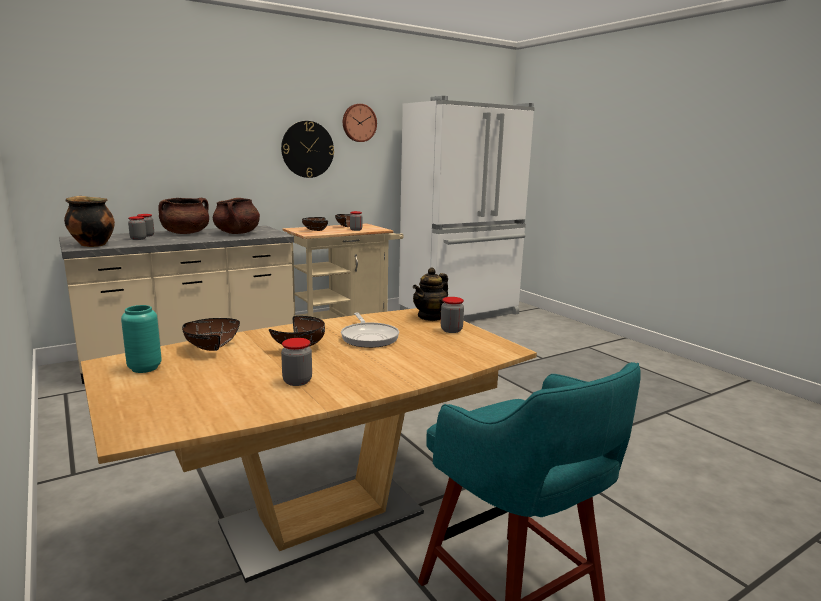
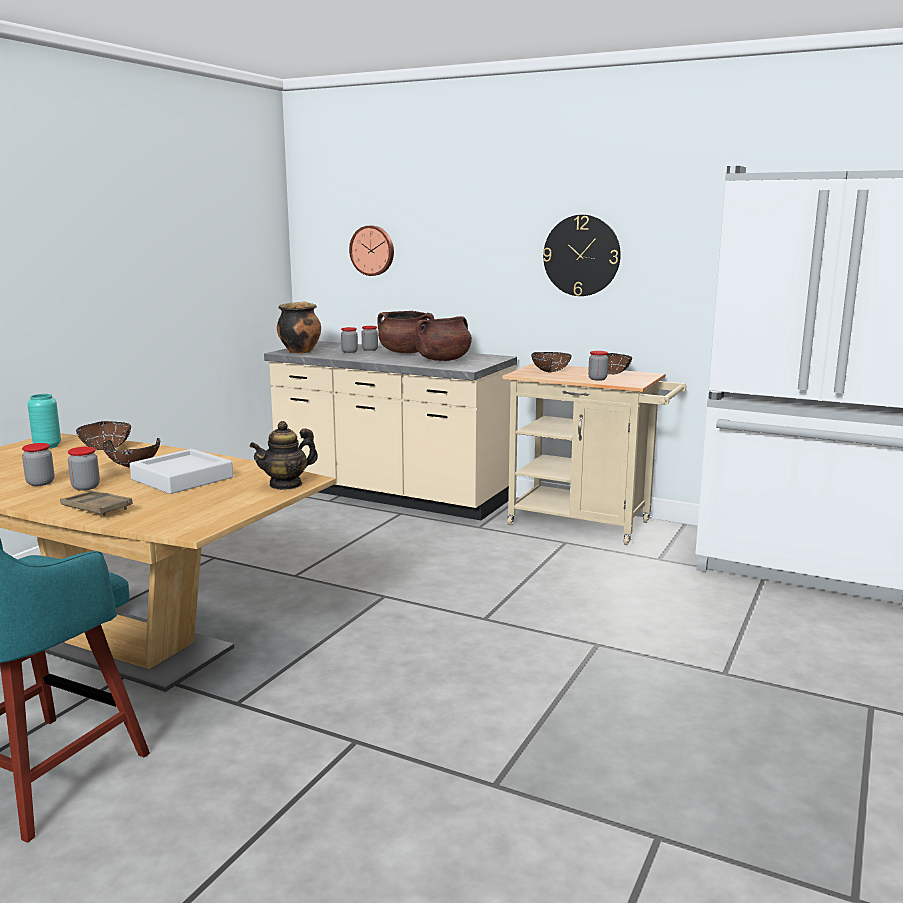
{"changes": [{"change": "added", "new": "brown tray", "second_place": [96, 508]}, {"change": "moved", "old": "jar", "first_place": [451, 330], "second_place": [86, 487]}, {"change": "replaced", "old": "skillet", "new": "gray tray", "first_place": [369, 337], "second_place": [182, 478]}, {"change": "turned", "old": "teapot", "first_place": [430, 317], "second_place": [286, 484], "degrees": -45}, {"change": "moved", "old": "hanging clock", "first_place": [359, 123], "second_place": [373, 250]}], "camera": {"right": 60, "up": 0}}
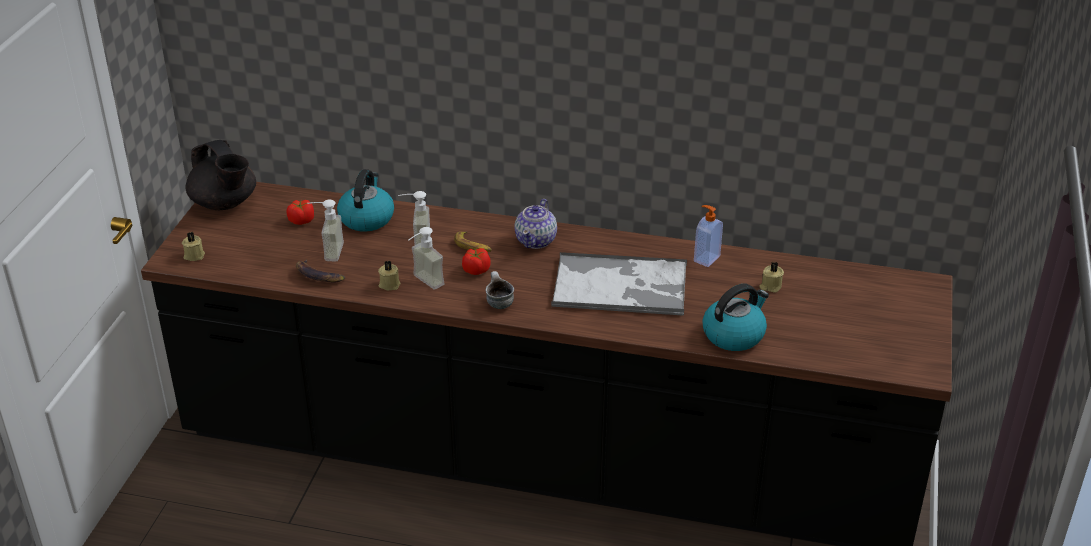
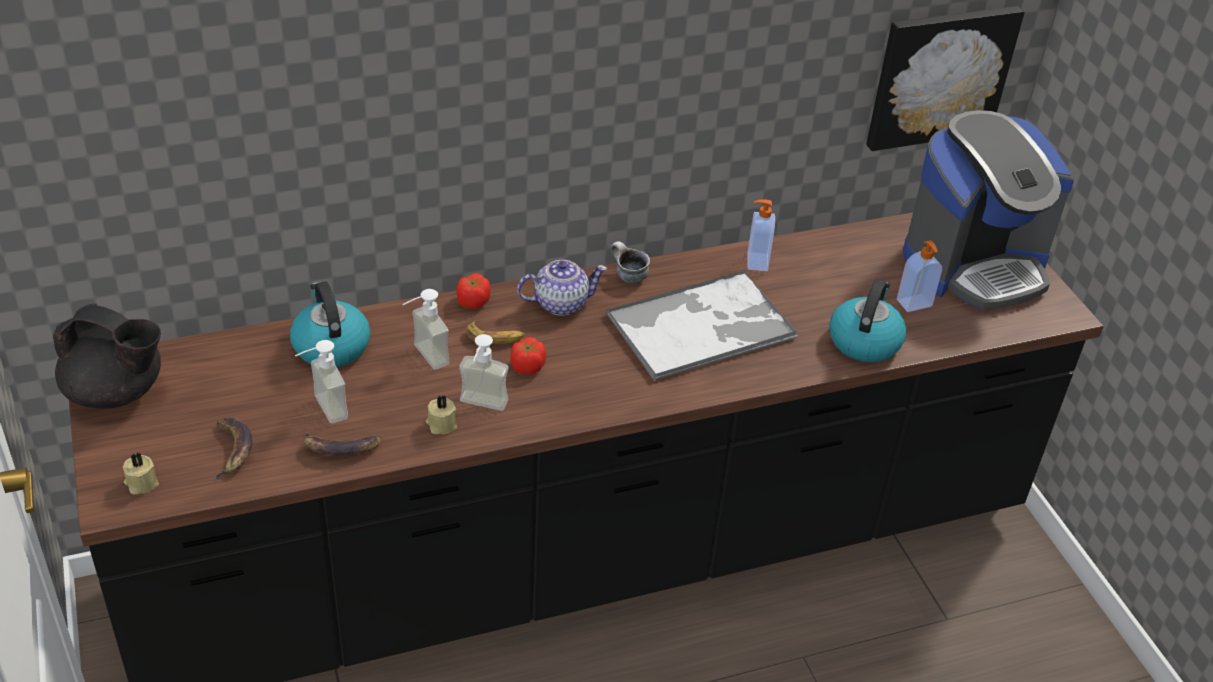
{"changes": [{"change": "added", "new": "banana fruit", "second_place": [232, 450]}, {"change": "moved", "old": "whole tomato", "first_place": [301, 221], "second_place": [473, 302]}, {"change": "turned", "old": "teapot", "first_place": [536, 240], "second_place": [560, 303], "degrees": -90}, {"change": "moved", "old": "tea mug", "first_place": [498, 302], "second_place": [627, 276]}, {"change": "added", "new": "wall picture", "second_place": [939, 75]}, {"change": "added", "new": "liquid soap bottle", "second_place": [914, 304]}, {"change": "added", "new": "coffee machine", "second_place": [975, 265]}, {"change": "removed", "old": "sand-coloured candle", "first_place": [770, 286]}], "camera": {"right": -35, "up": 5}}
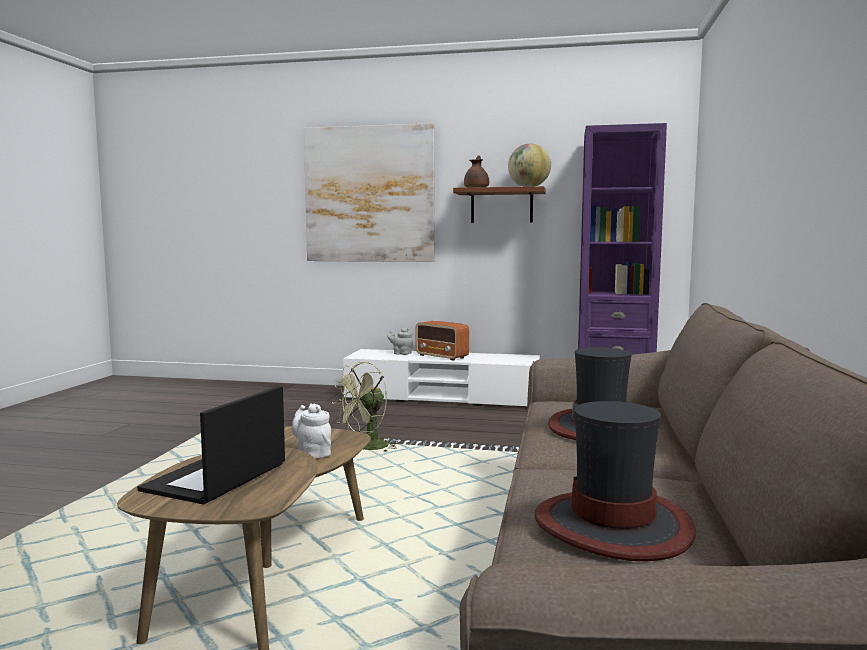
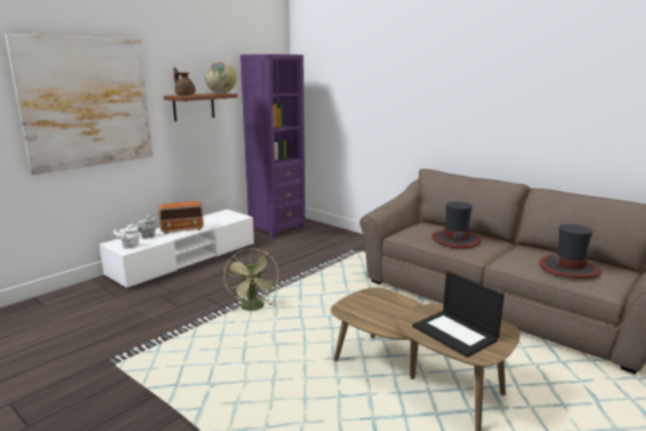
{"changes": [{"change": "moved", "old": "white teapot", "first_place": [312, 453], "second_place": [129, 246]}], "camera": {"right": -60, "up": 10}}
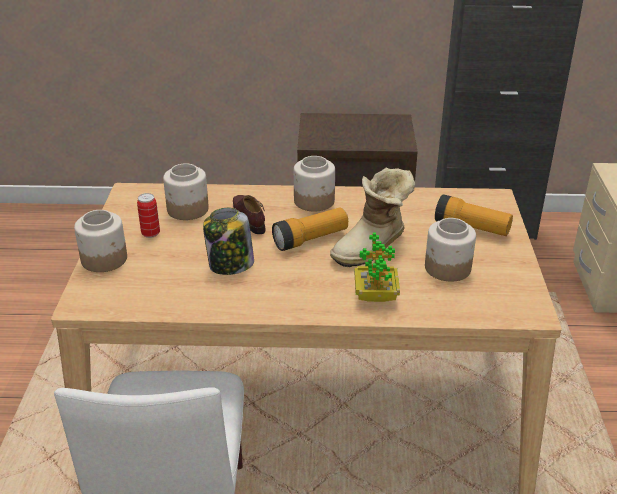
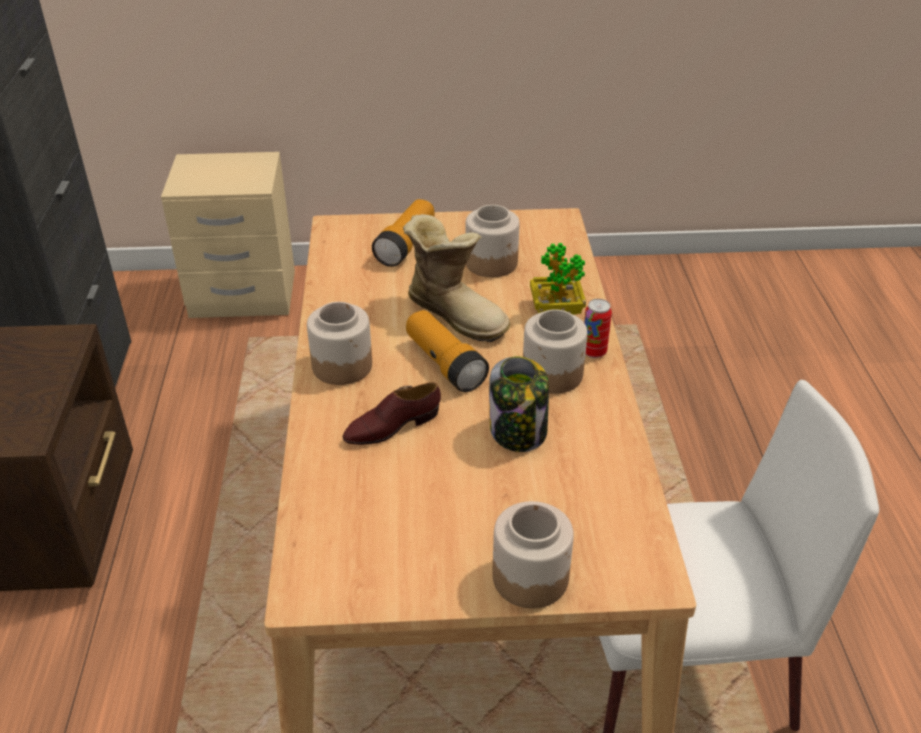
{"changes": [{"change": "moved", "old": "jar", "first_place": [187, 210], "second_place": [553, 374]}, {"change": "moved", "old": "metal can", "first_place": [150, 233], "second_place": [594, 352]}], "camera": {"right": -95, "up": 5}}
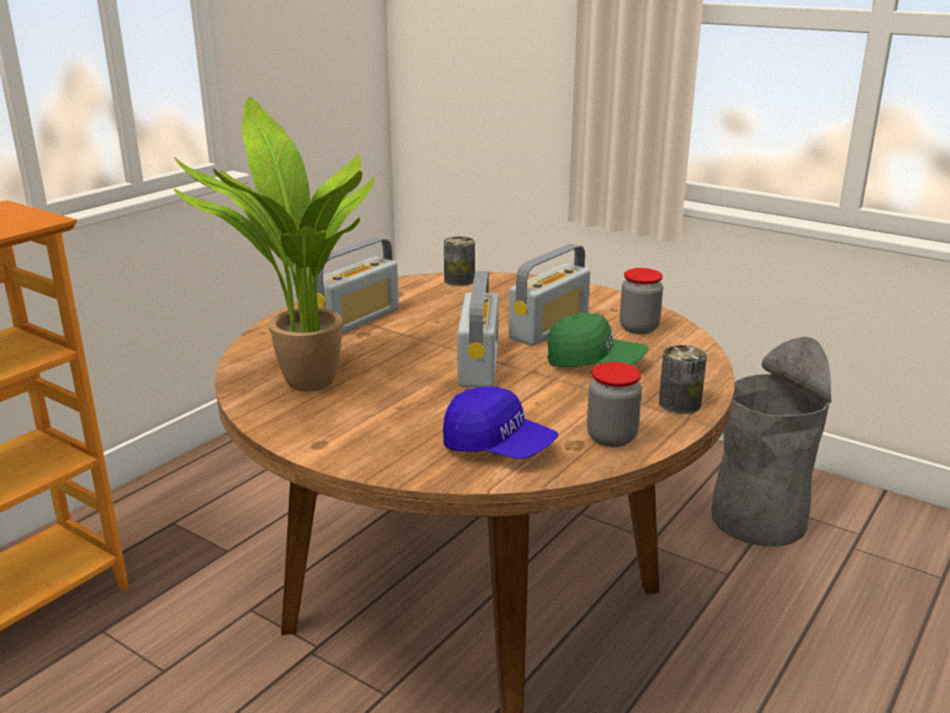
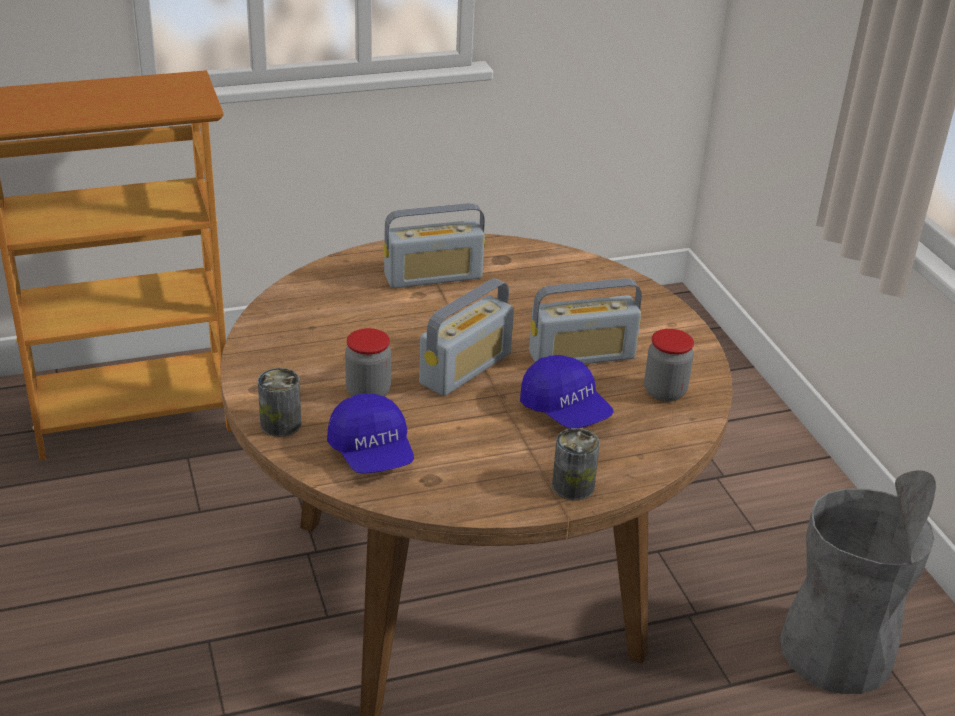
{"changes": [{"change": "moved", "old": "metal can", "first_place": [459, 280], "second_place": [280, 424]}, {"change": "moved", "old": "jar", "first_place": [611, 437], "second_place": [368, 392]}, {"change": "recoloured", "old": "green-coloured baseball cap", "new": "blue baseball cap", "first_place": [594, 363], "second_place": [565, 411]}, {"change": "removed", "old": "houseplant", "first_place": [301, 384]}], "camera": {"right": 35, "up": 10}}
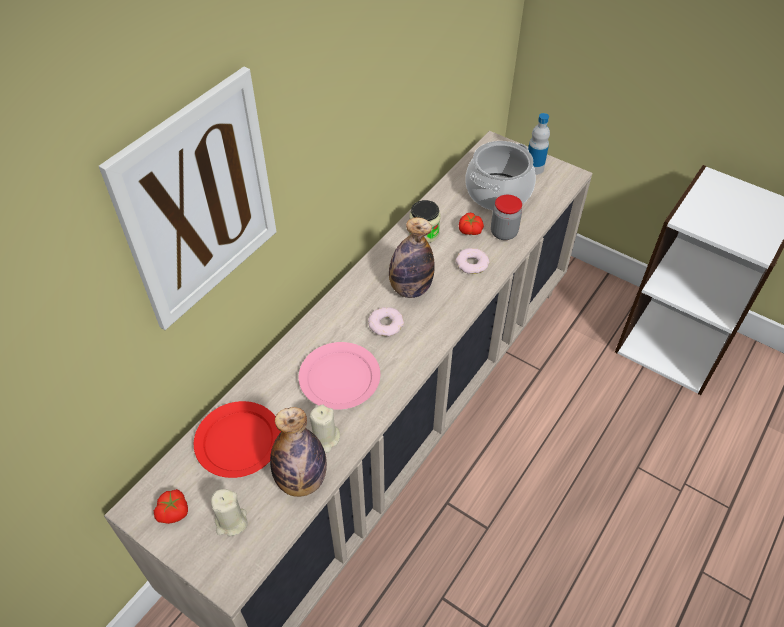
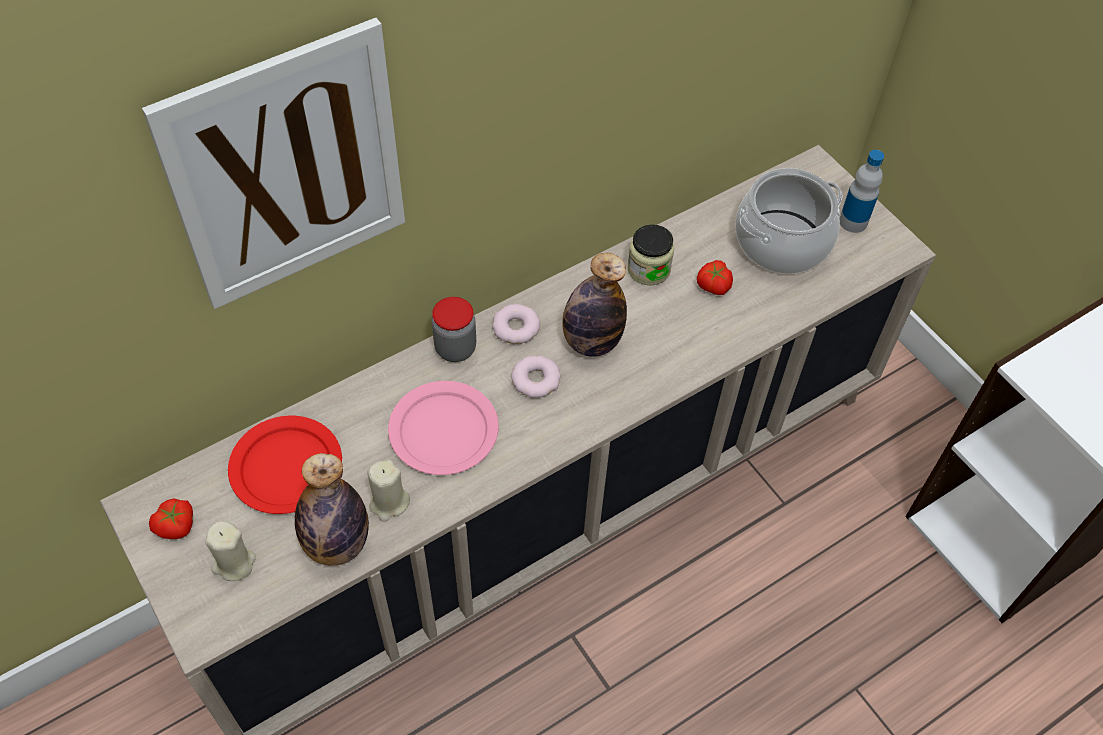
{"changes": [{"change": "moved", "old": "jar", "first_place": [503, 233], "second_place": [455, 348]}, {"change": "moved", "old": "donut", "first_place": [472, 264], "second_place": [516, 328]}], "camera": {"right": 20, "up": 5}}
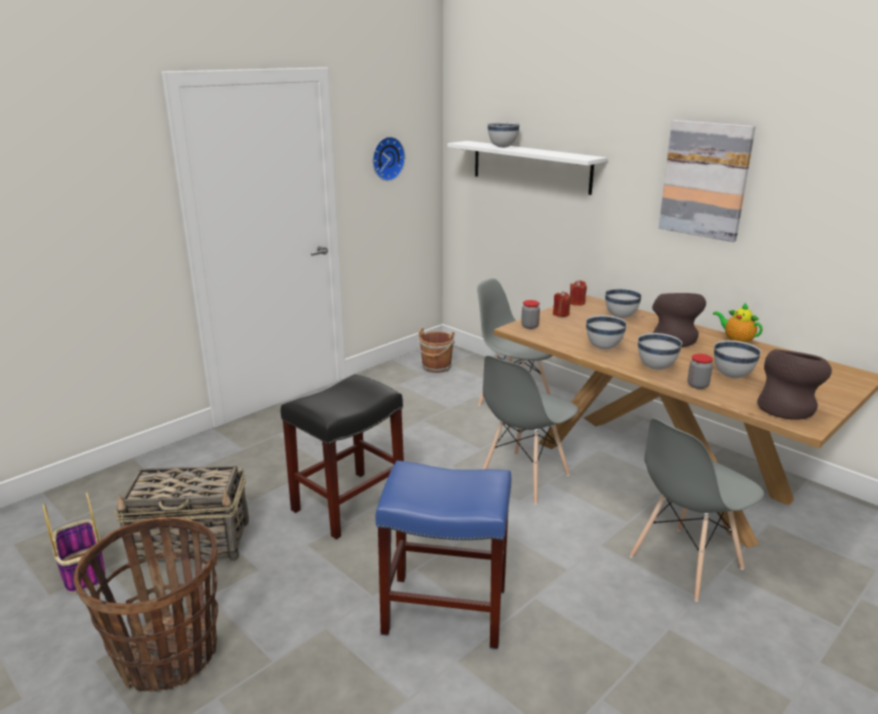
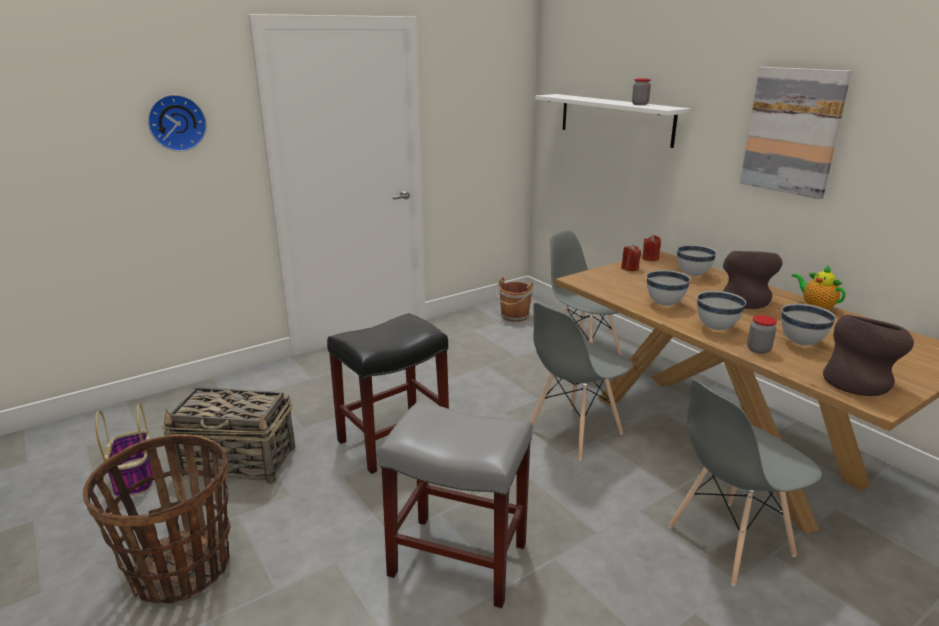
{"changes": [{"change": "moved", "old": "hanging clock", "first_place": [386, 158], "second_place": [176, 122]}, {"change": "recoloured", "old": "blue stool seat", "new": "gray stool seat", "first_place": [443, 611], "second_place": [456, 560]}, {"change": "moved", "old": "jar", "first_place": [529, 326], "second_place": [640, 104]}, {"change": "removed", "old": "white serving bowl", "first_place": [502, 147]}], "camera": {"right": 10, "up": 0}}
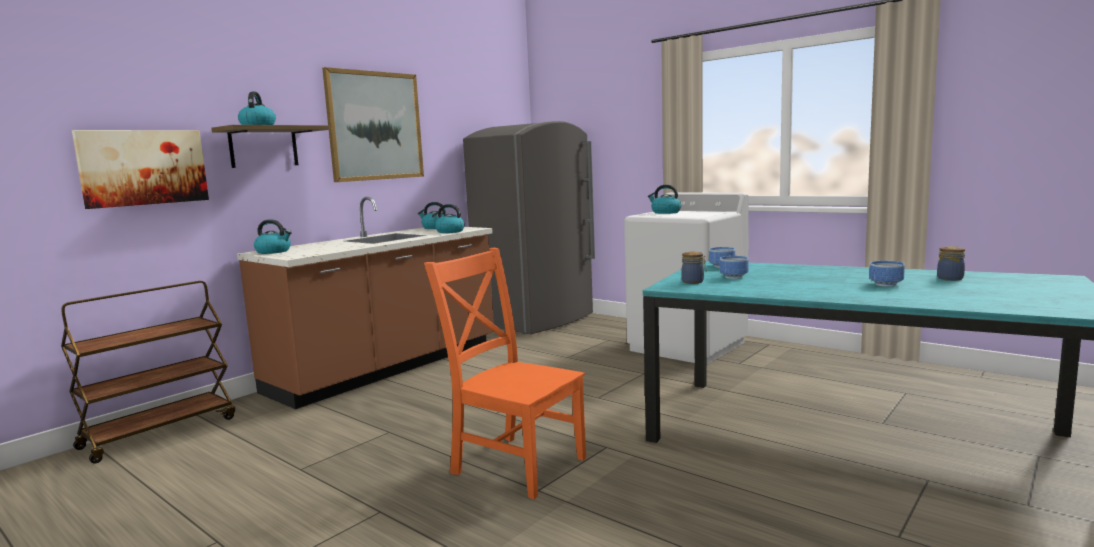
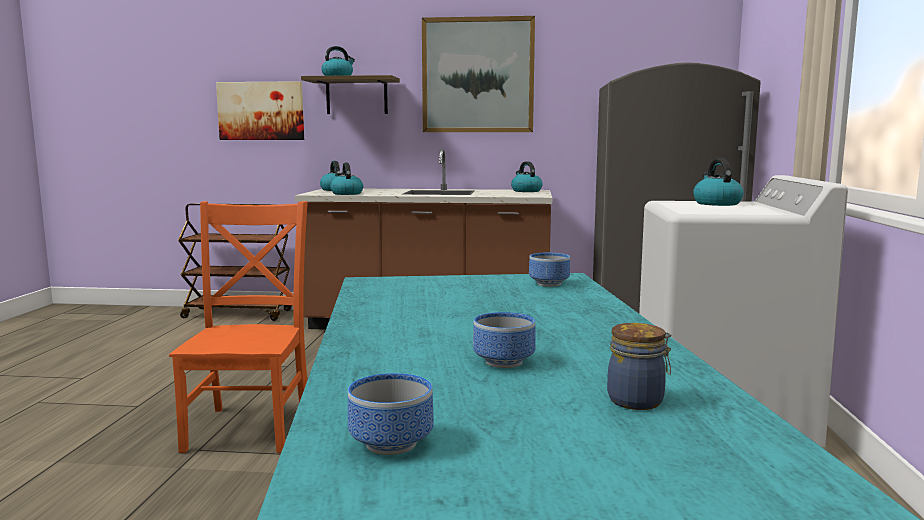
{"changes": [{"change": "moved", "old": "kettle", "first_place": [449, 231], "second_place": [346, 193]}, {"change": "moved", "old": "serving bowl", "first_place": [733, 277], "second_place": [394, 442]}, {"change": "removed", "old": "jar", "first_place": [693, 282]}], "camera": {"right": 55, "up": 0}}
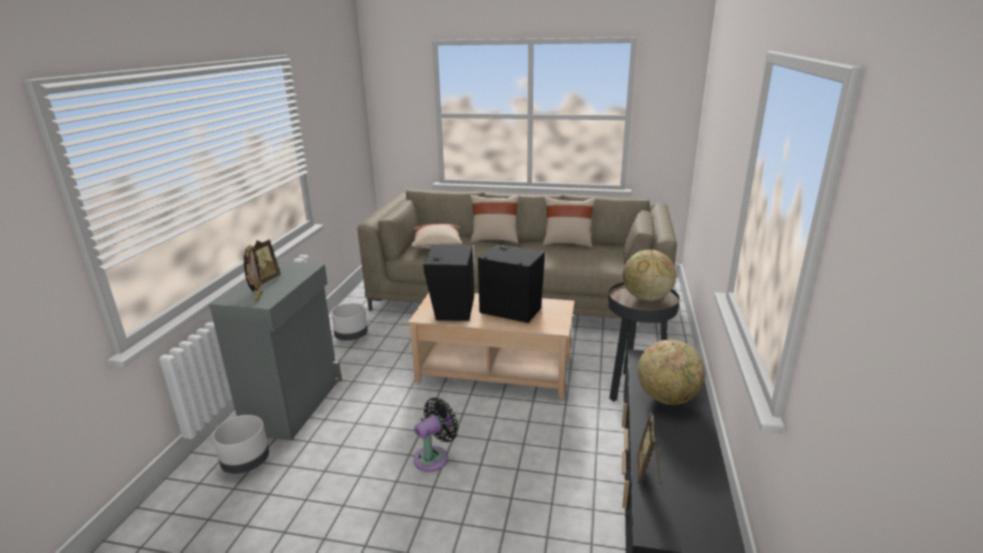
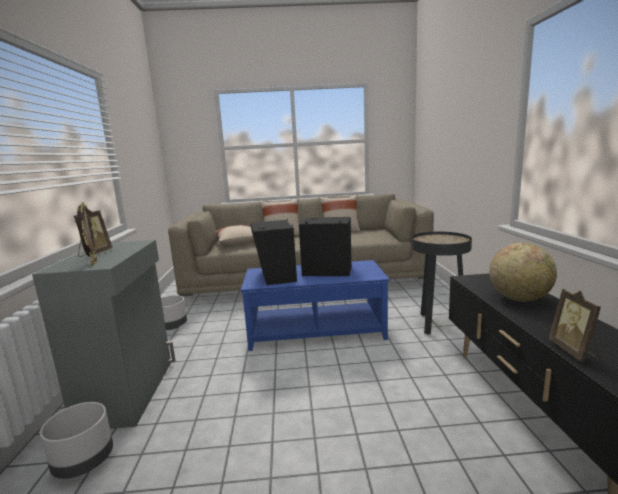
{"changes": [{"change": "recoloured", "old": "sand-coloured coffee table", "new": "blue coffee table", "first_place": [495, 369], "second_place": [316, 329]}, {"change": "removed", "old": "black-coloured cooling fan", "first_place": [434, 457]}, {"change": "removed", "old": "globe", "first_place": [646, 298]}], "camera": {"right": -15, "up": -10}}
